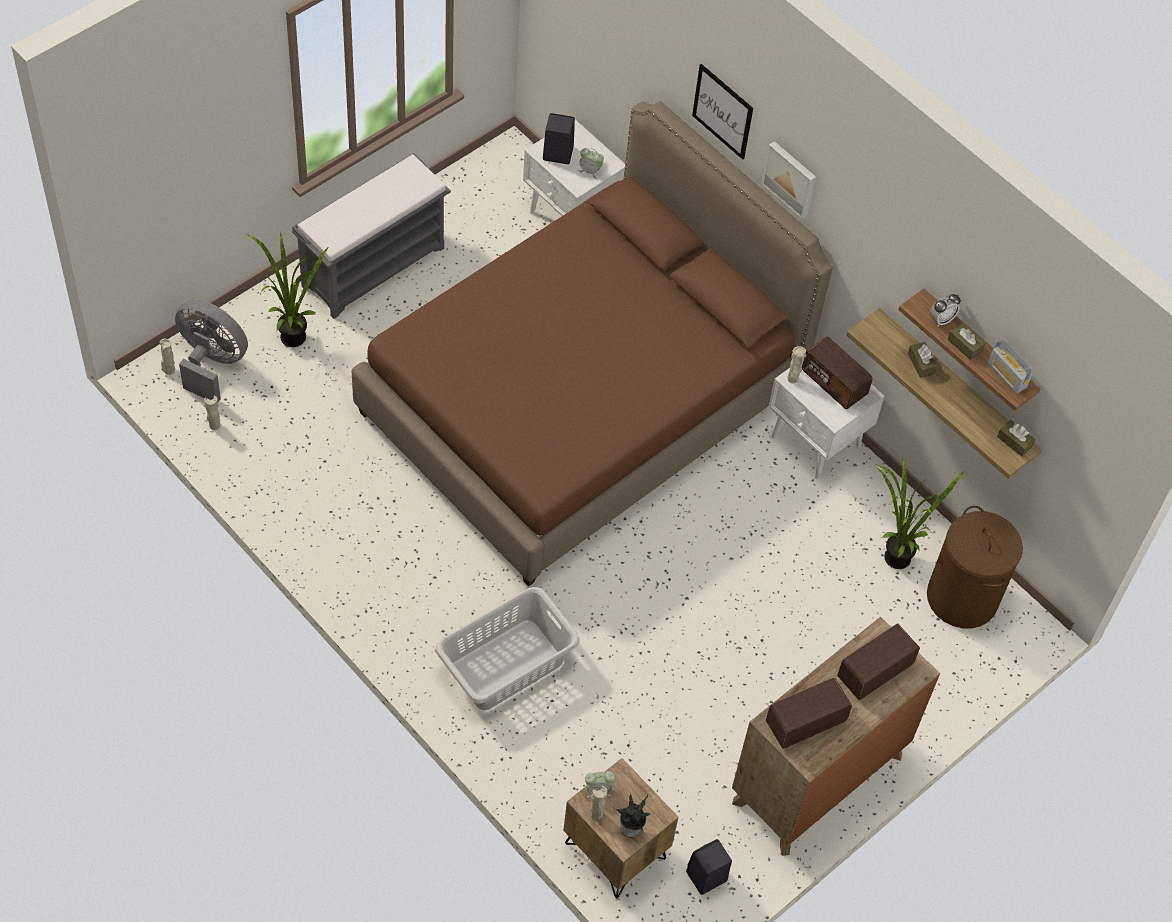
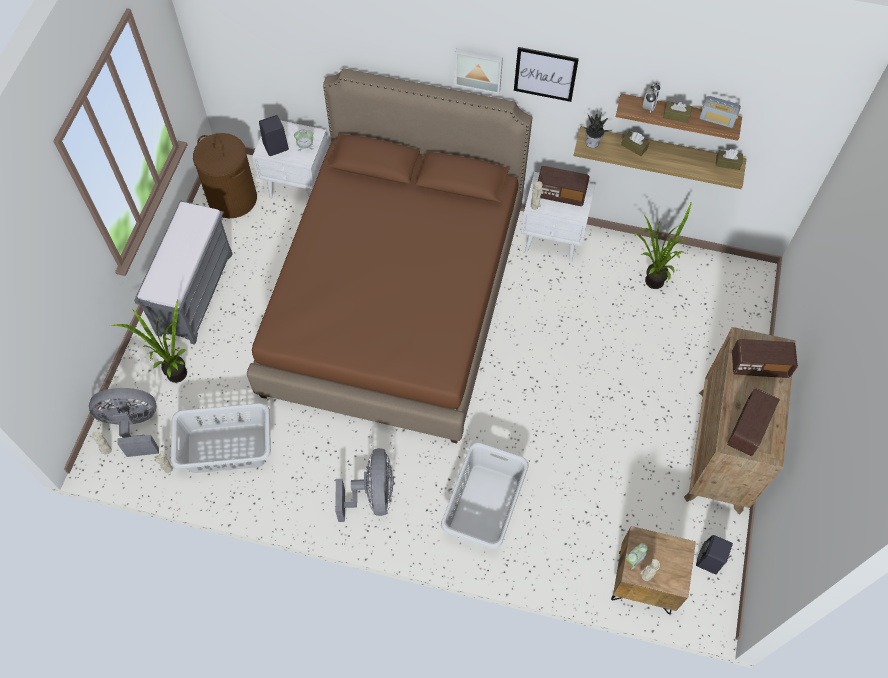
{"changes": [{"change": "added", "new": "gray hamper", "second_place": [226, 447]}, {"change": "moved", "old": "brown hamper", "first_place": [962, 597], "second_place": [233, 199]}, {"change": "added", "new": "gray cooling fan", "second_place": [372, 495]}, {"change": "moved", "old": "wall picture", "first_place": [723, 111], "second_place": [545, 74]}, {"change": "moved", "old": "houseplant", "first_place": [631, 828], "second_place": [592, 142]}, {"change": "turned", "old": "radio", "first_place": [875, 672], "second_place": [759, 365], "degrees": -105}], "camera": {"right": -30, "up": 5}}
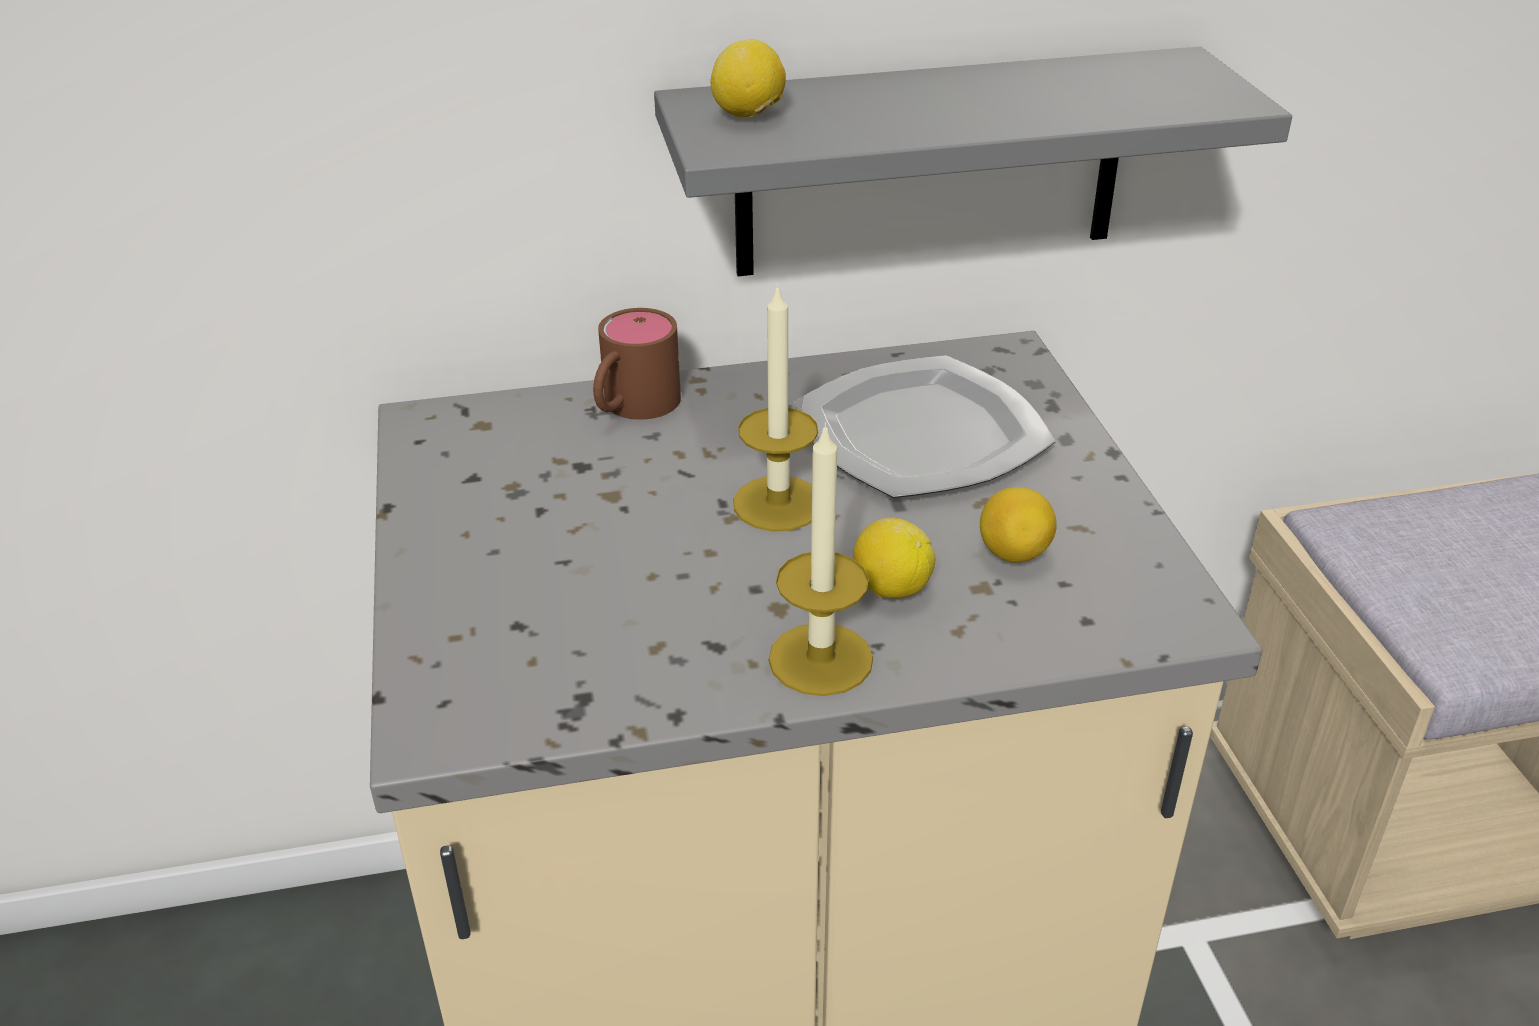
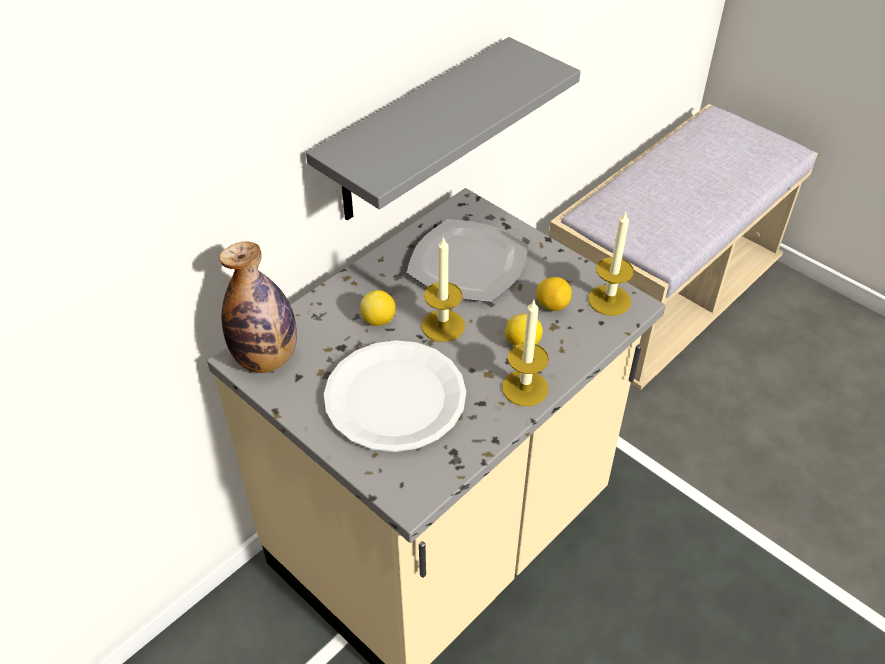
{"changes": [{"change": "added", "new": "bottle", "second_place": [266, 358]}, {"change": "added", "new": "white flat dish", "second_place": [395, 397]}, {"change": "moved", "old": "citrus fruit", "first_place": [749, 116], "second_place": [379, 320]}, {"change": "added", "new": "candle", "second_place": [609, 300]}, {"change": "removed", "old": "brown tea mug", "first_place": [632, 407]}], "camera": {"right": -35, "up": 10}}
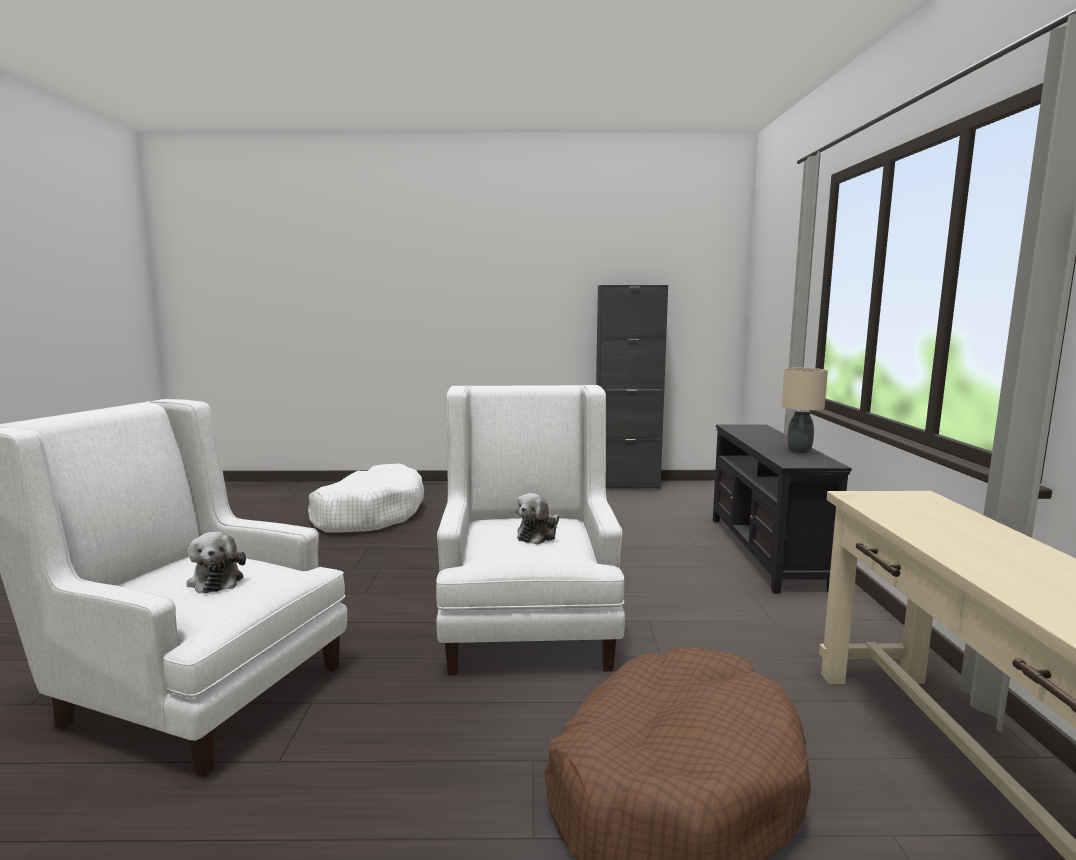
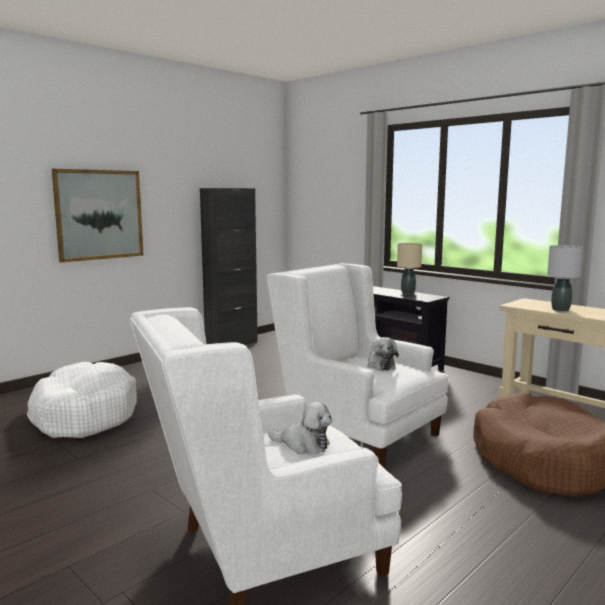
{"changes": [{"change": "added", "new": "wall picture", "second_place": [99, 214]}, {"change": "added", "new": "gray tabletop lamp", "second_place": [560, 309]}], "camera": {"right": -45, "up": 0}}
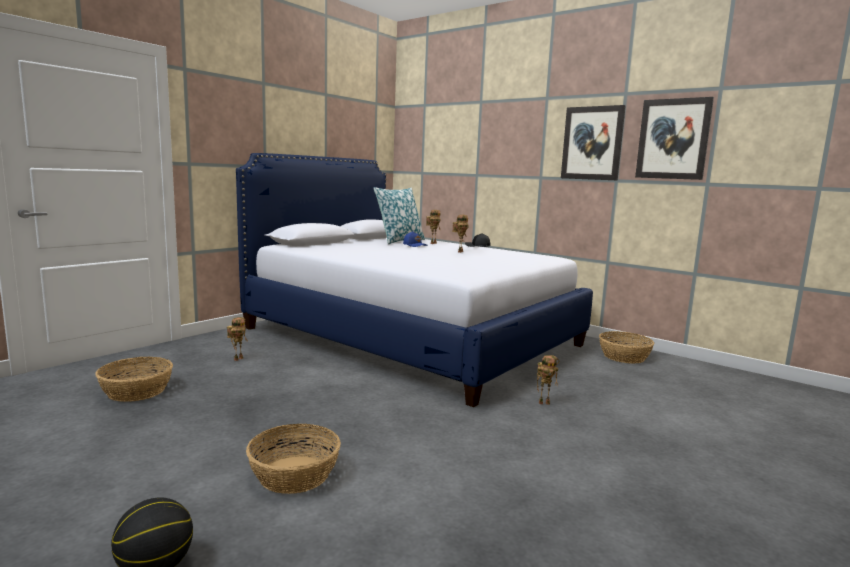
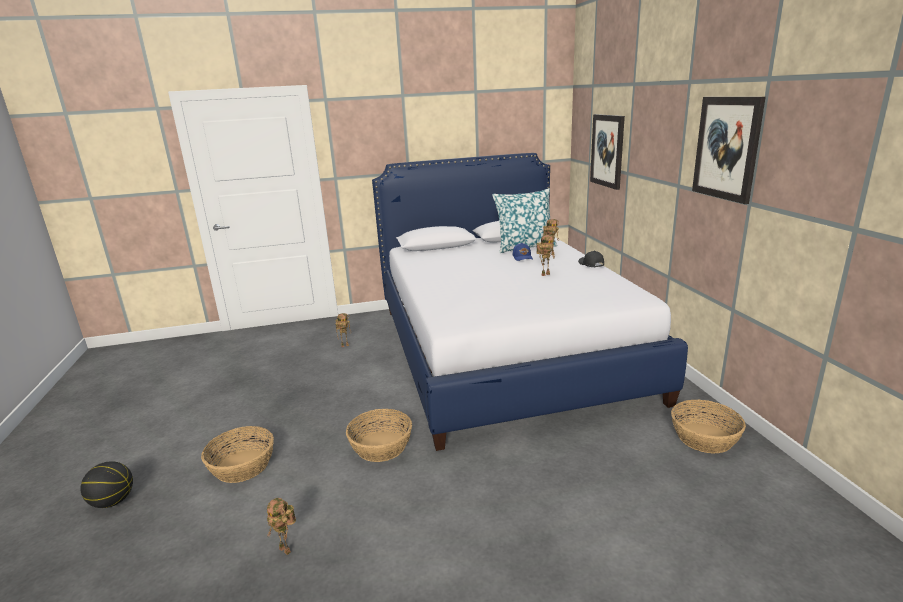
{"changes": [{"change": "moved", "old": "model robot", "first_place": [544, 402], "second_place": [287, 549]}, {"change": "moved", "old": "basket", "first_place": [137, 391], "second_place": [381, 446]}, {"change": "moved", "old": "wall picture", "first_place": [673, 139], "second_place": [607, 151]}], "camera": {"right": 40, "up": 10}}
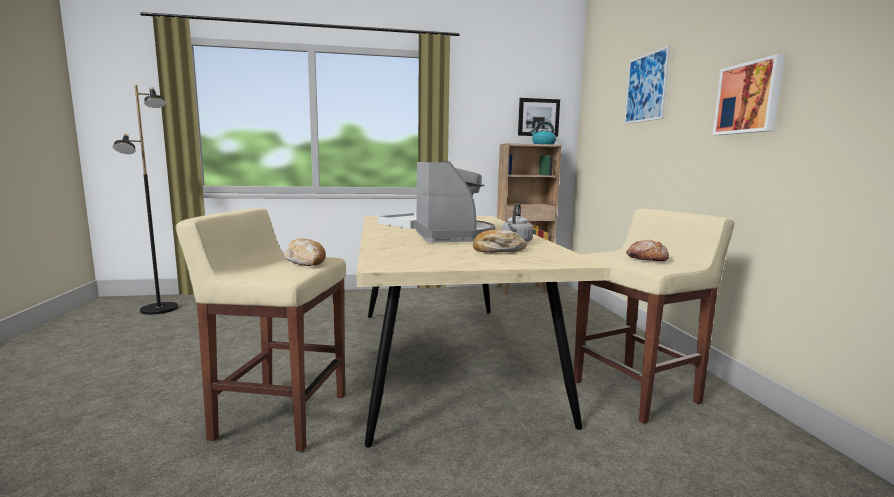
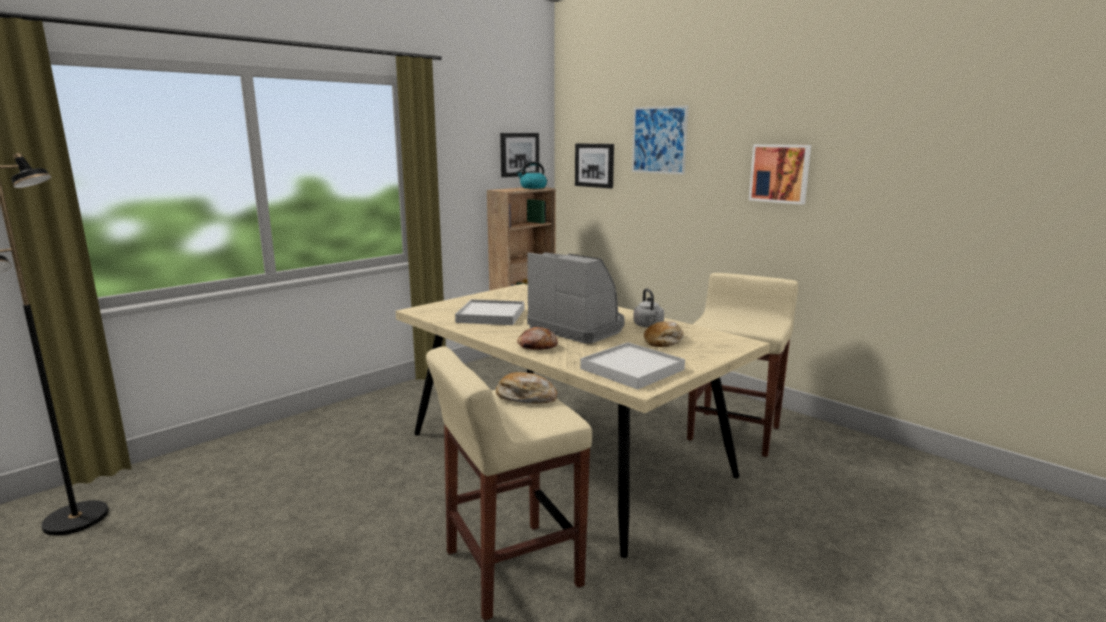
{"changes": [{"change": "moved", "old": "baked bread", "first_place": [646, 259], "second_place": [537, 346]}, {"change": "added", "new": "wall picture", "second_place": [595, 165]}, {"change": "added", "new": "white tray", "second_place": [631, 369]}], "camera": {"right": -35, "up": 5}}
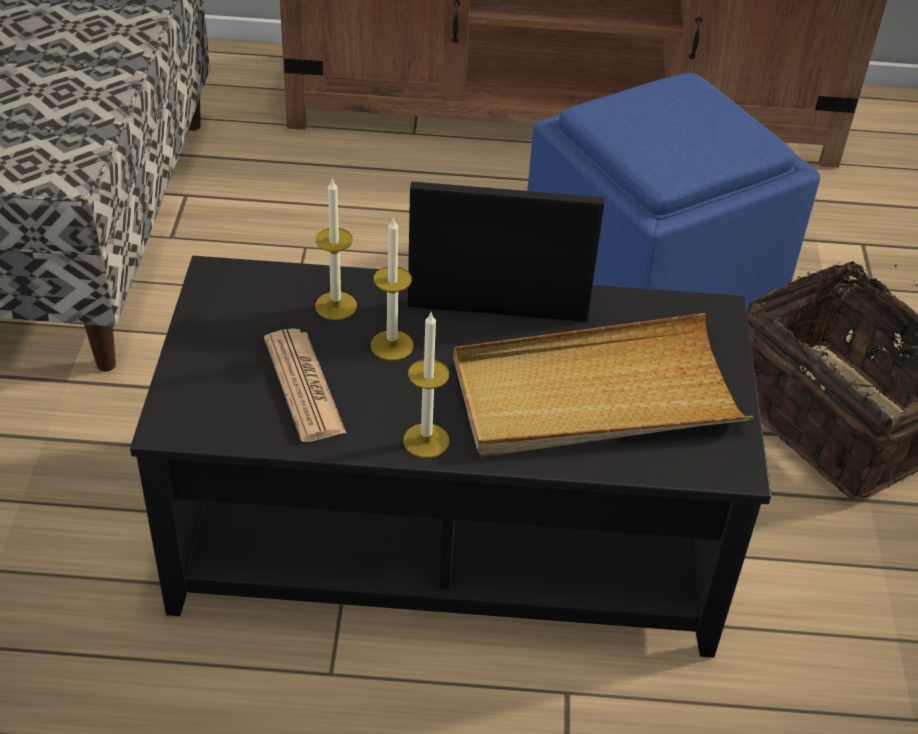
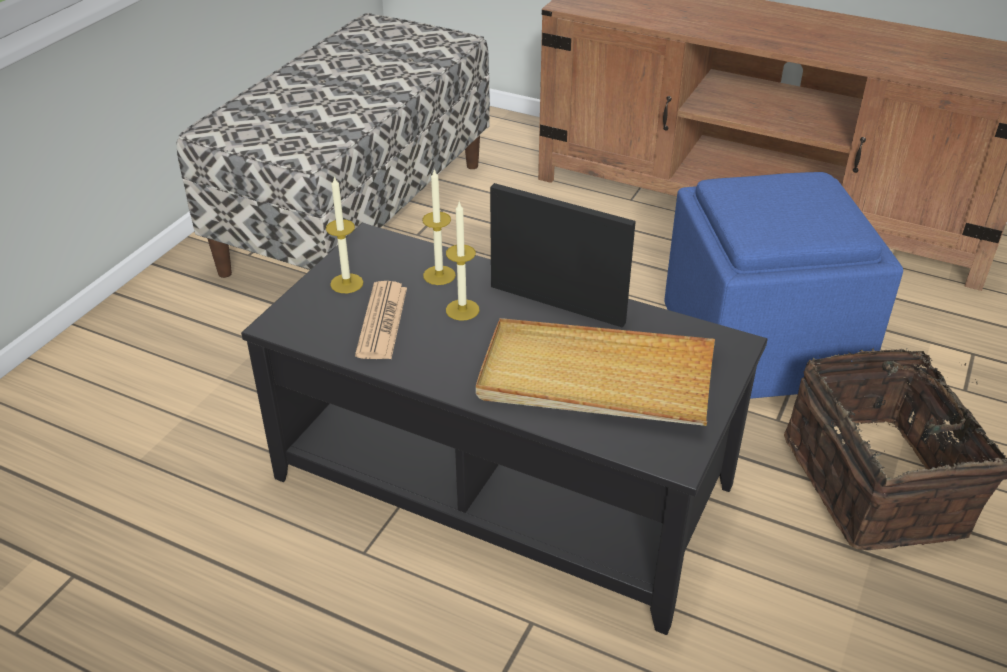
{"changes": [{"change": "moved", "old": "candle", "first_place": [426, 440], "second_place": [346, 283]}], "camera": {"right": 25, "up": -5}}
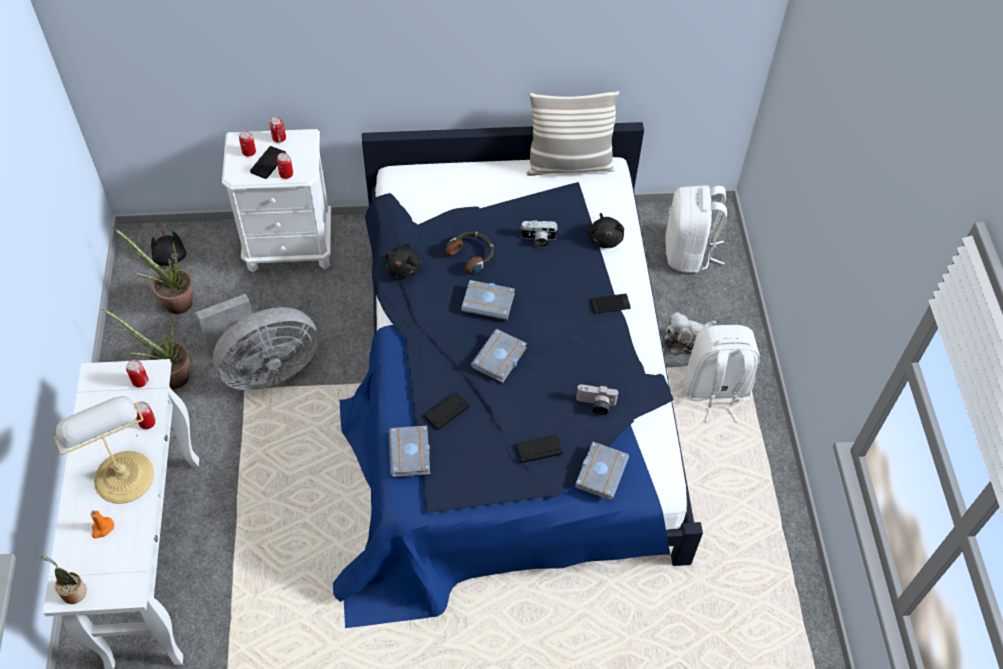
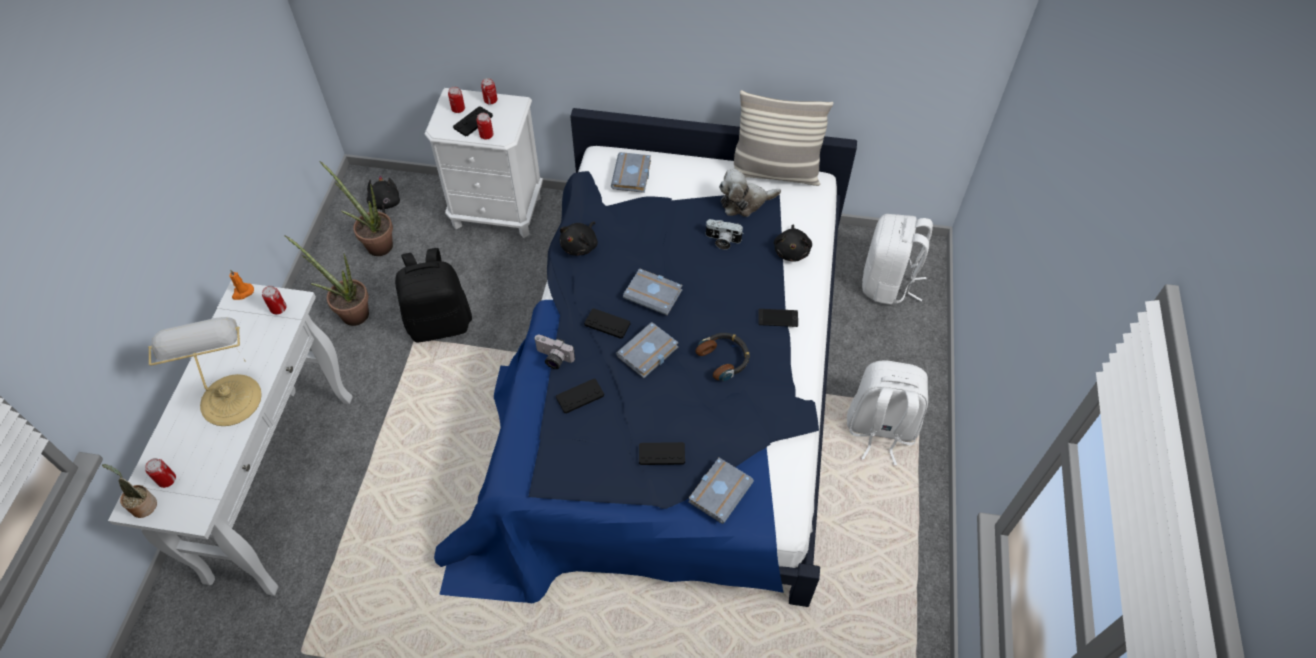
{"changes": [{"change": "moved", "old": "metal can", "first_place": [147, 422], "second_place": [167, 480]}, {"change": "moved", "old": "orange-coloured candle", "first_place": [102, 528], "second_place": [242, 292]}, {"change": "replaced", "old": "gray cooling fan", "new": "black-coloured backpack", "first_place": [265, 369], "second_place": [440, 322]}, {"change": "moved", "old": "still camera", "first_place": [595, 405], "second_place": [553, 359]}, {"change": "added", "new": "black-coloured game controller", "second_place": [607, 324]}, {"change": "moved", "old": "gray book", "first_place": [411, 454], "second_place": [633, 176]}, {"change": "moved", "old": "headset", "first_place": [471, 254], "second_place": [724, 358]}, {"change": "moved", "old": "cuddly toy", "first_place": [685, 338], "second_place": [744, 202]}], "camera": {"right": 15, "up": 0}}
